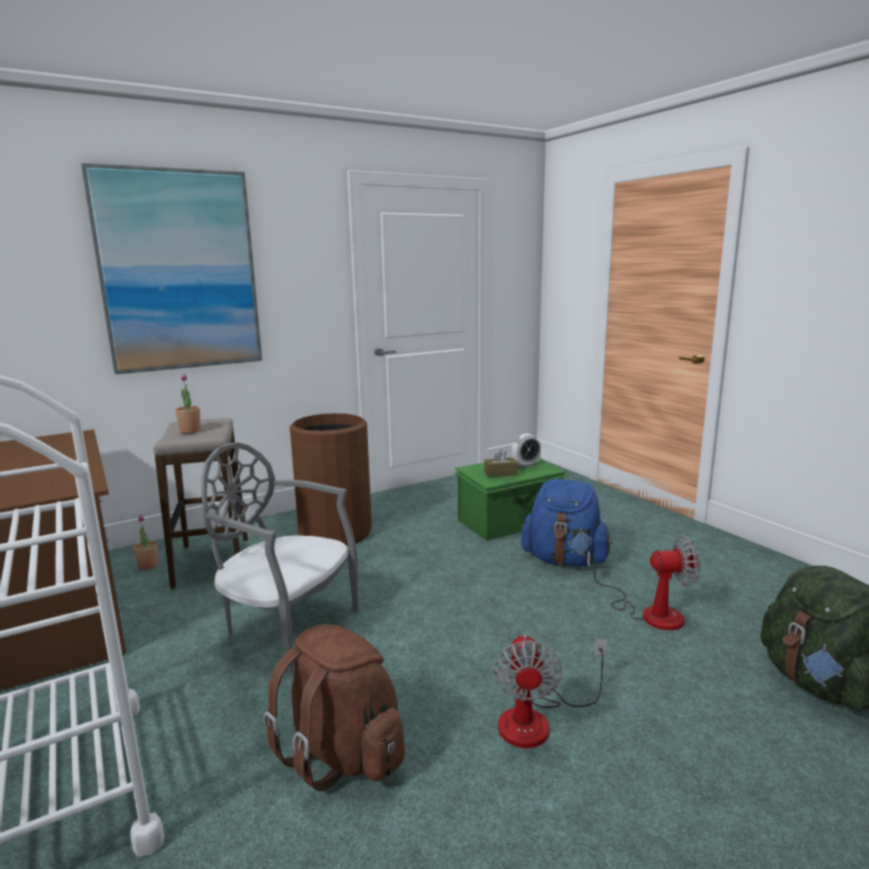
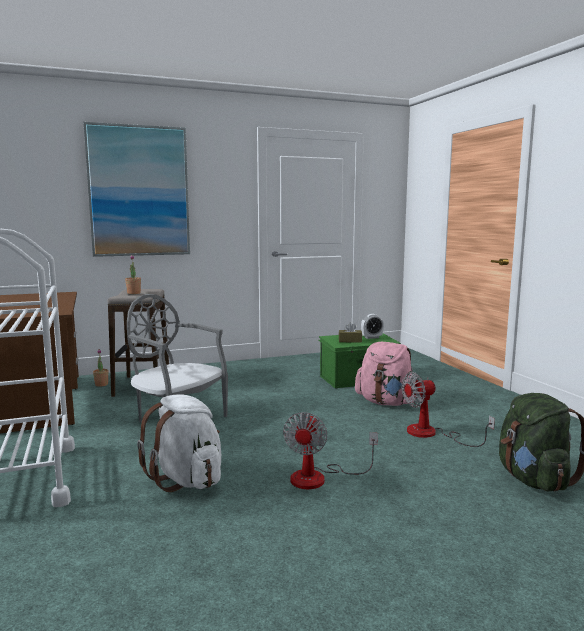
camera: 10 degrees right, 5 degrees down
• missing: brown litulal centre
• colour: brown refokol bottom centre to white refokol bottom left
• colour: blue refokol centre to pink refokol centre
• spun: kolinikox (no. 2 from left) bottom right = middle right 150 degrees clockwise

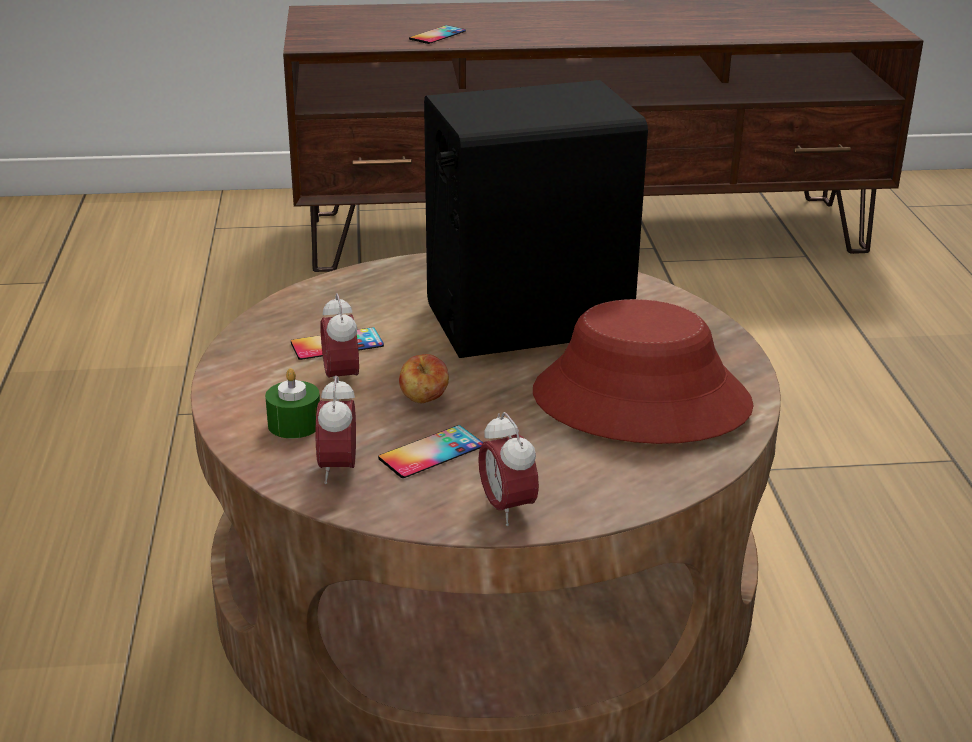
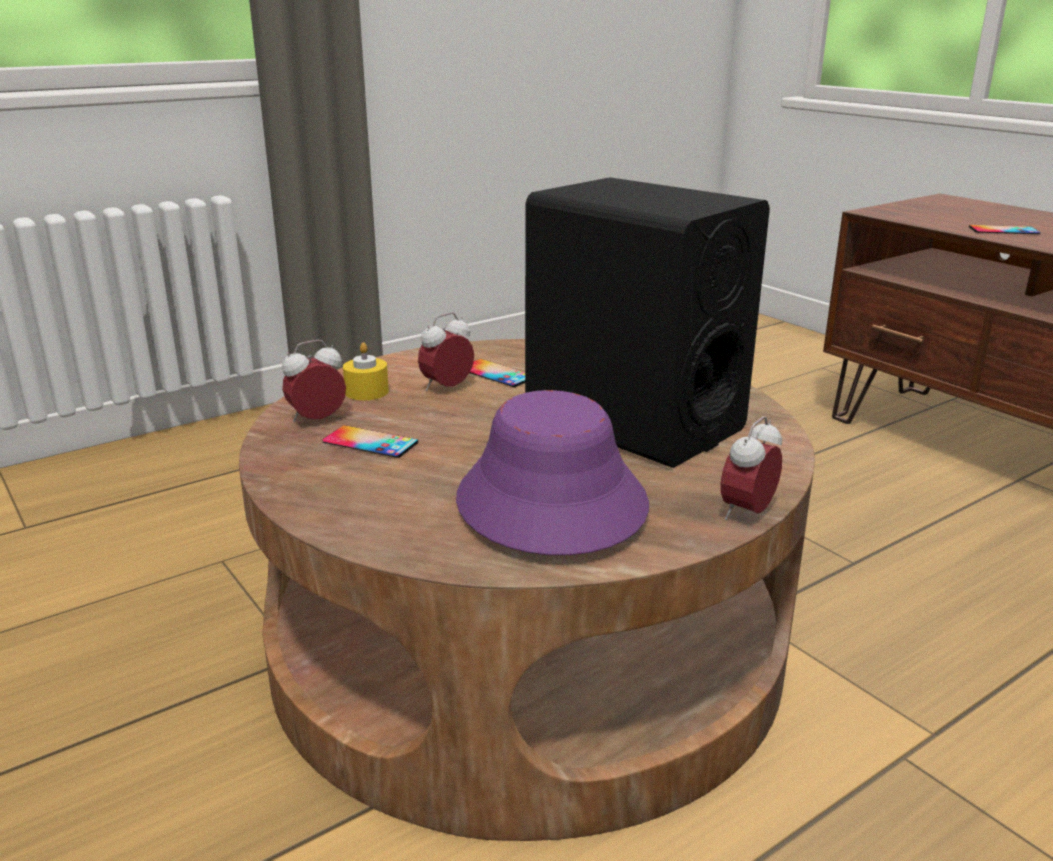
camera: 60 degrees right, 5 degrees down
• missing: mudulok centre
• relocated: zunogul (no. 3 from left) centre to middle right
• colour: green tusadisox middle left to yellow tusadisox centre
• colour: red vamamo centre to purple vamamo centre

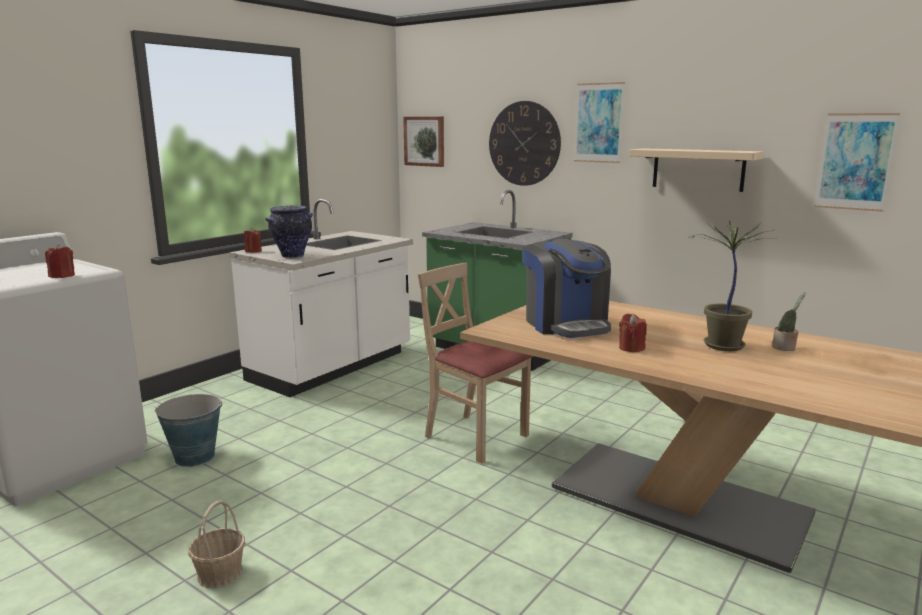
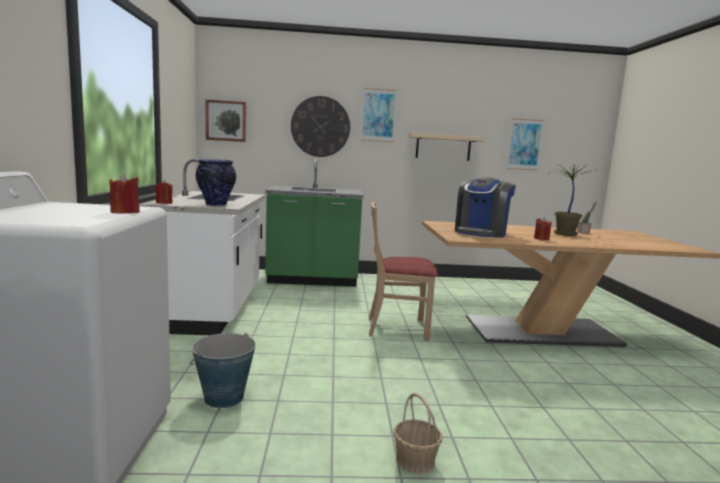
camera: 40 degrees left, 5 degrees down
• spun: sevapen centre = middle right 90 degrees clockwise

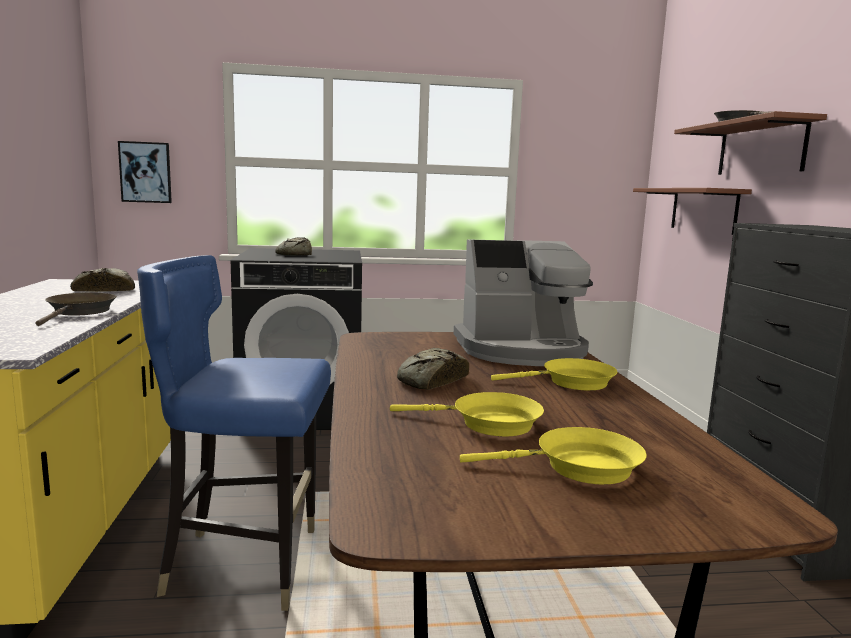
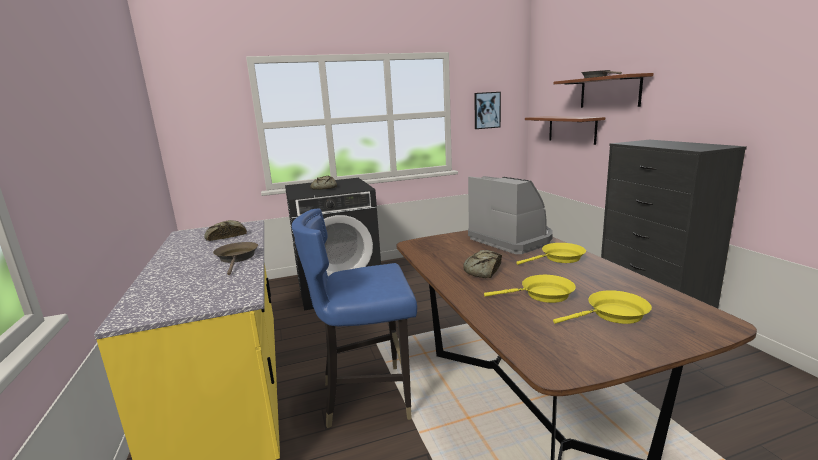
camera: 10 degrees left, 5 degrees up
• relocated: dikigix top left to top centre
• spun: sevapen centre = centre 105 degrees counterclockwise

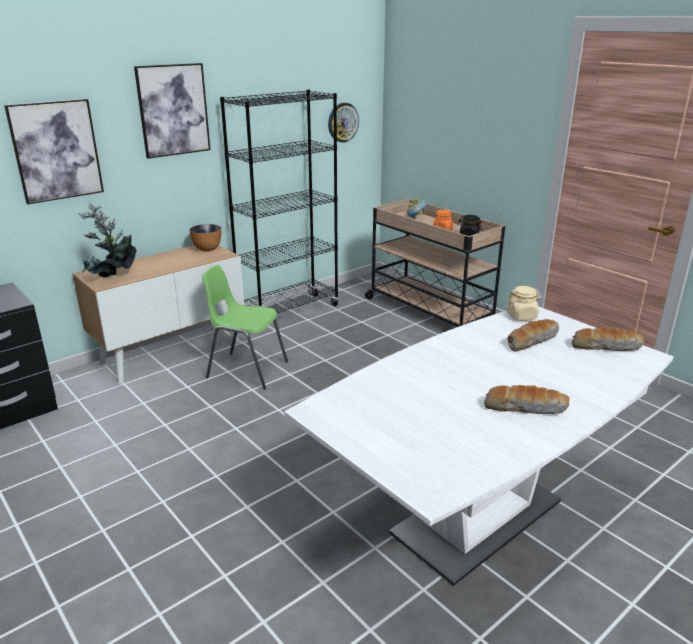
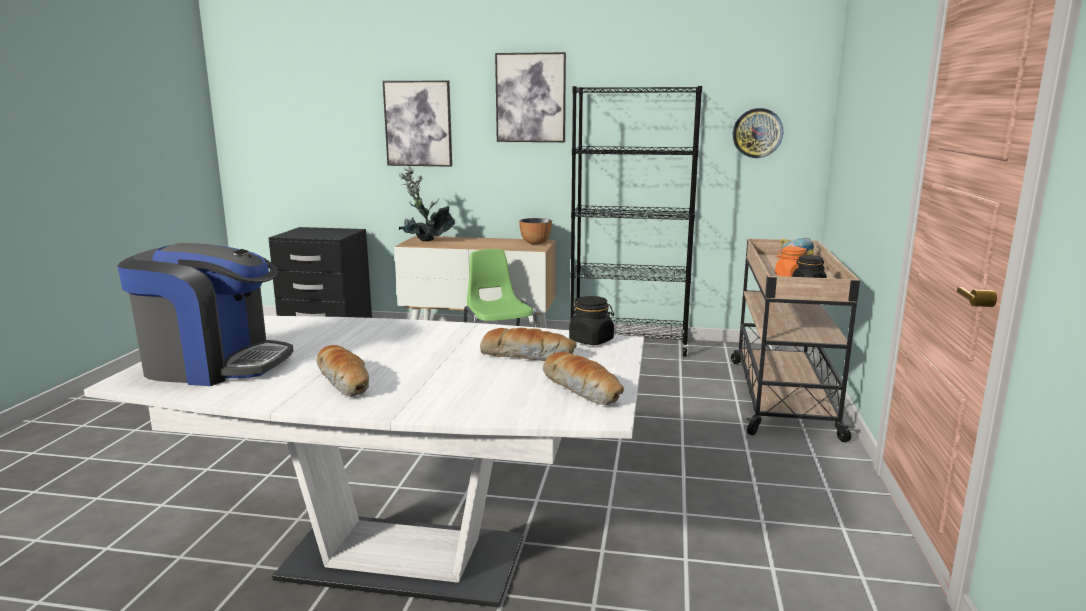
camera: 50 degrees right, 10 degrees down
• appeared: sevapen middle left
• colour: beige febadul middle right to black febadul (no. 1 from left) centre

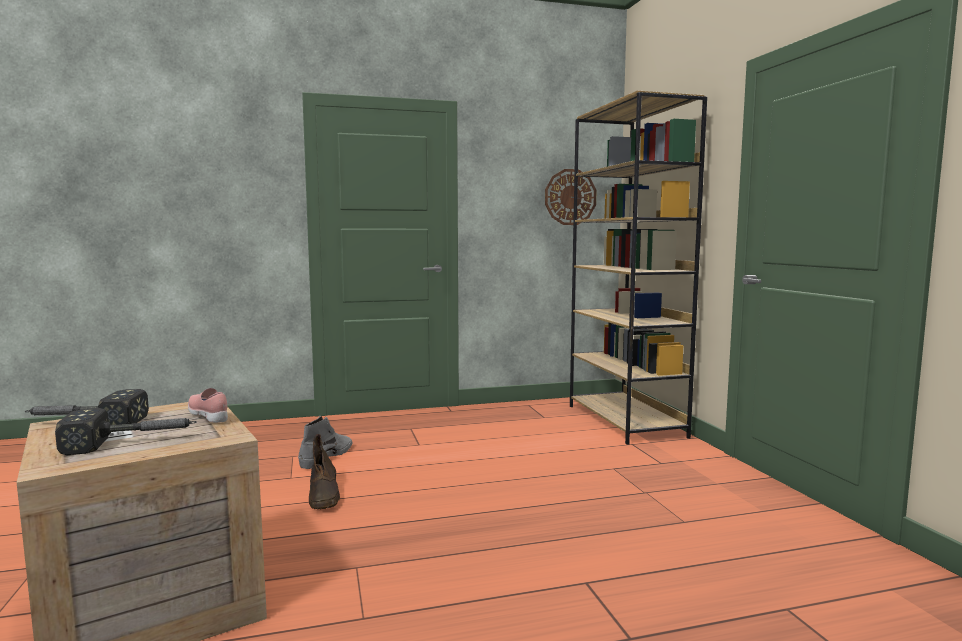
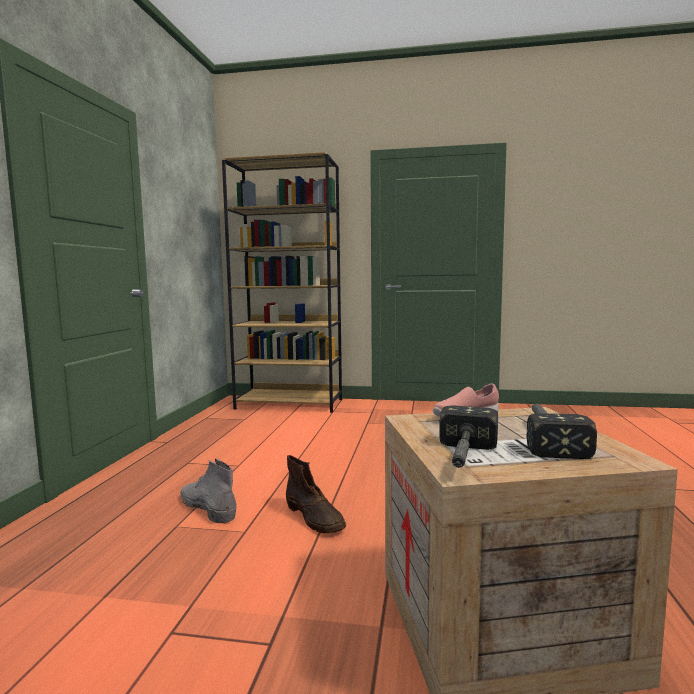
camera: 65 degrees left, 0 degrees up
• missing: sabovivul top centre
• spun: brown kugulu bottom centre = bottom centre 45 degrees clockwise

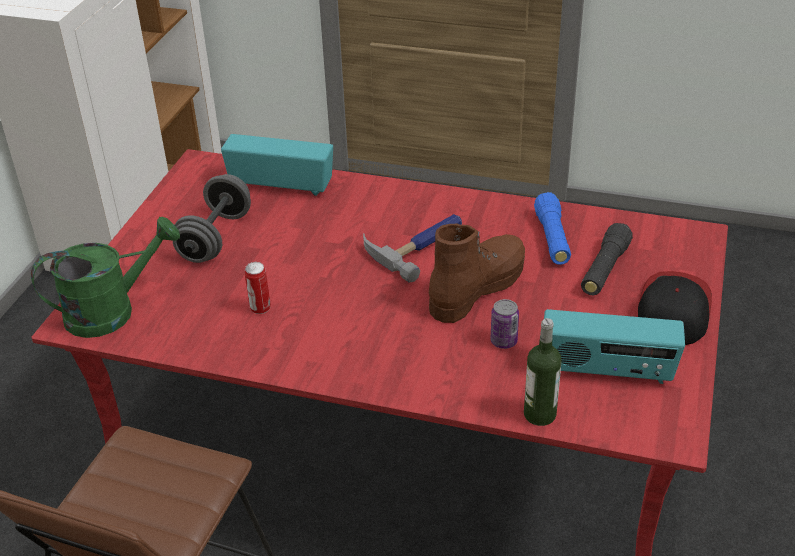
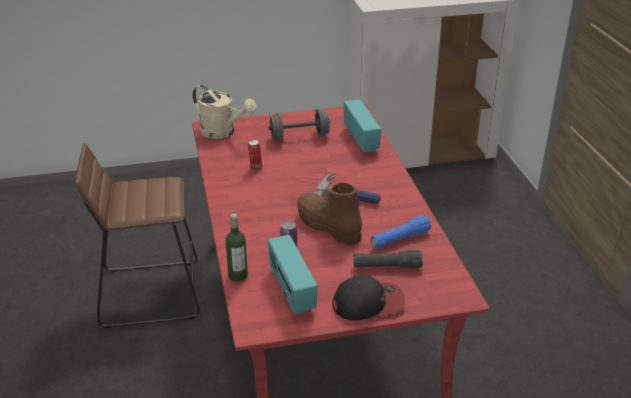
camera: 60 degrees right, 5 degrees down
• colour: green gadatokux middle left to beige gadatokux top centre
• spun: brown kugulu centre = centre 150 degrees counterclockwise

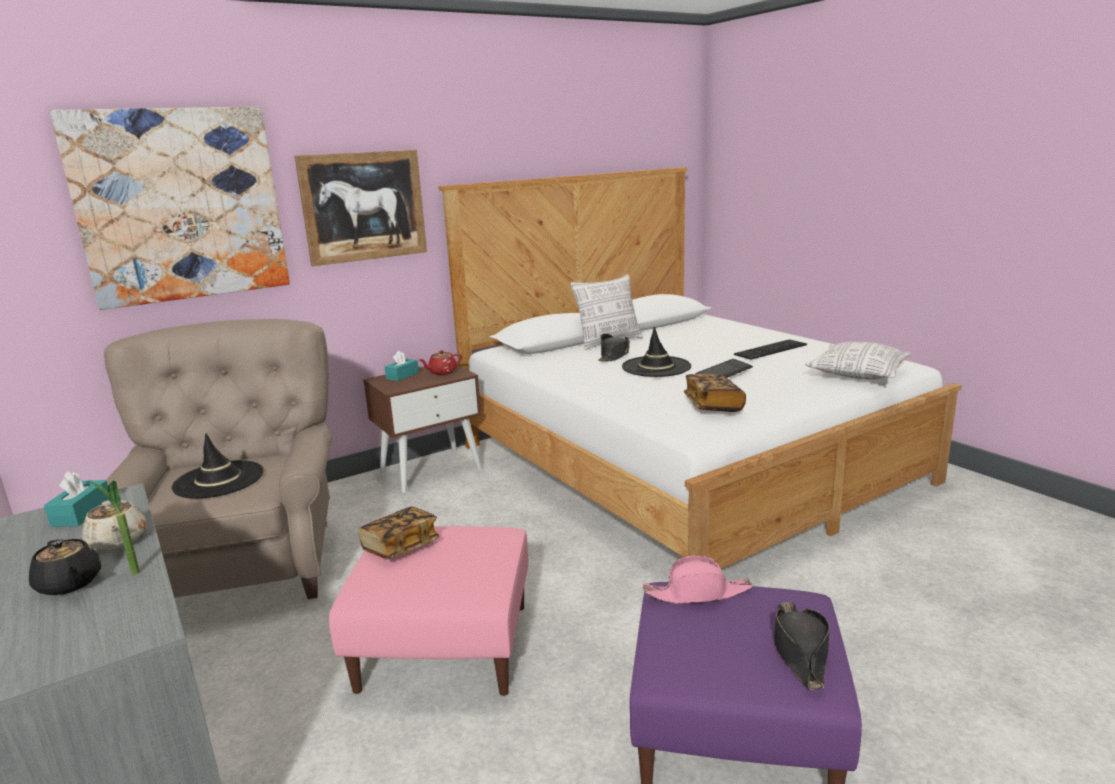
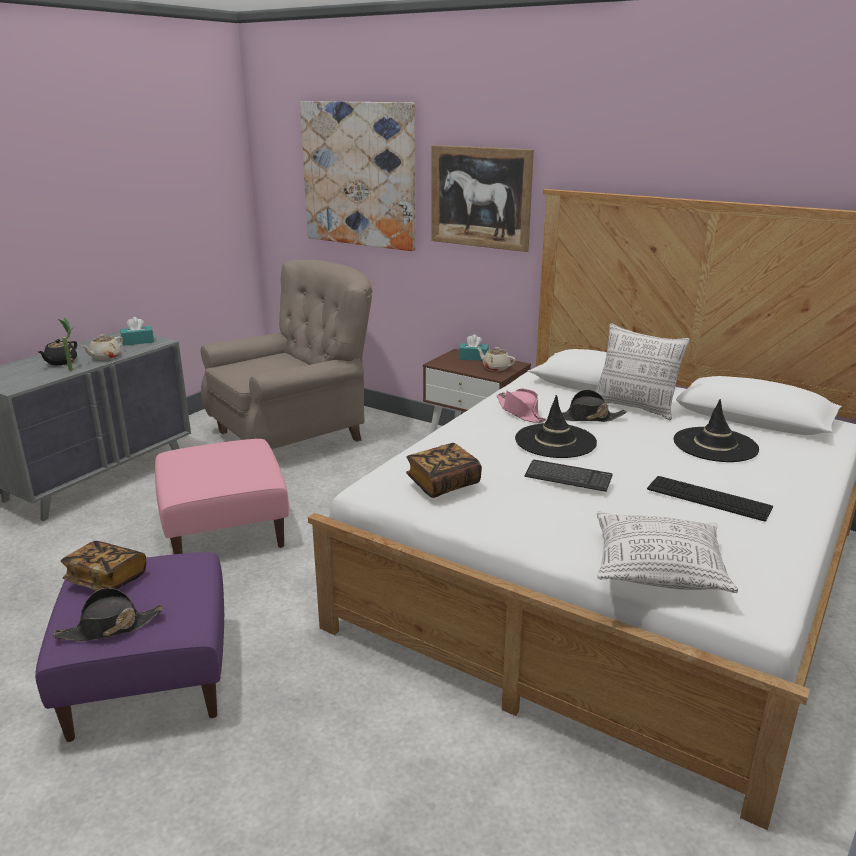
camera: 65 degrees right, 5 degrees up
• relocated: black vamamo (no. 1 from left in the first image) middle left to black vamamo (no. 4 from left) middle right
• relocated: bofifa (no. 1 from left) bottom centre to middle left
• relocated: pink vamamo bottom centre to centre
• colour: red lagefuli centre to beige lagefuli (no. 2 from left) centre

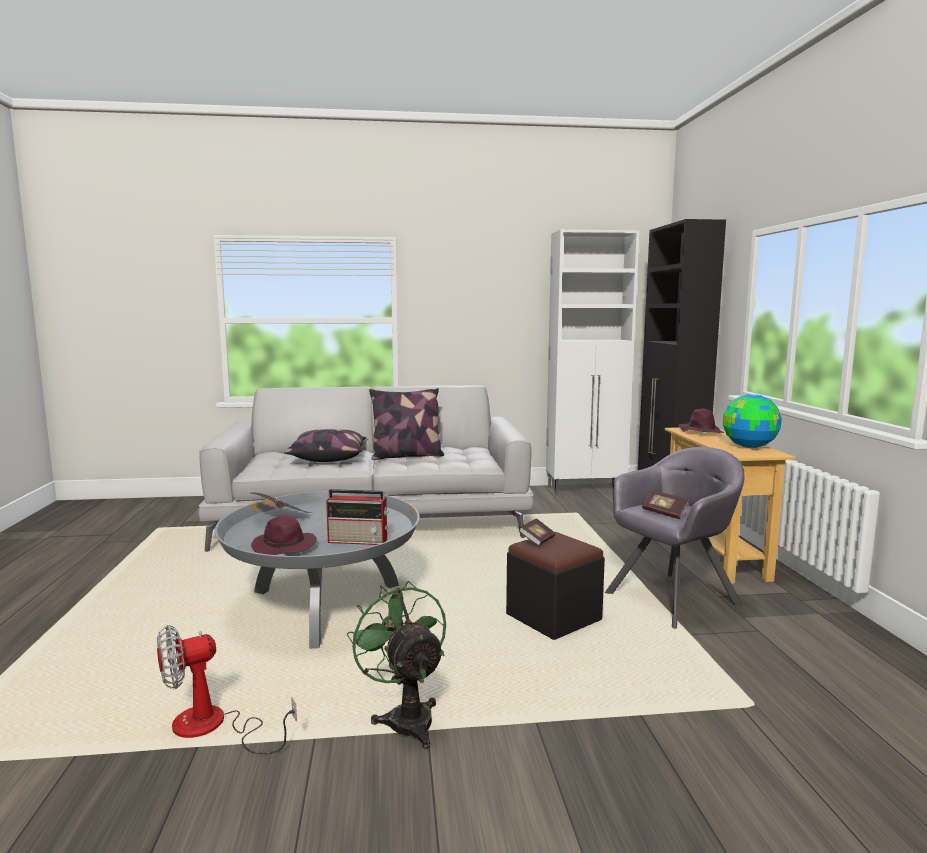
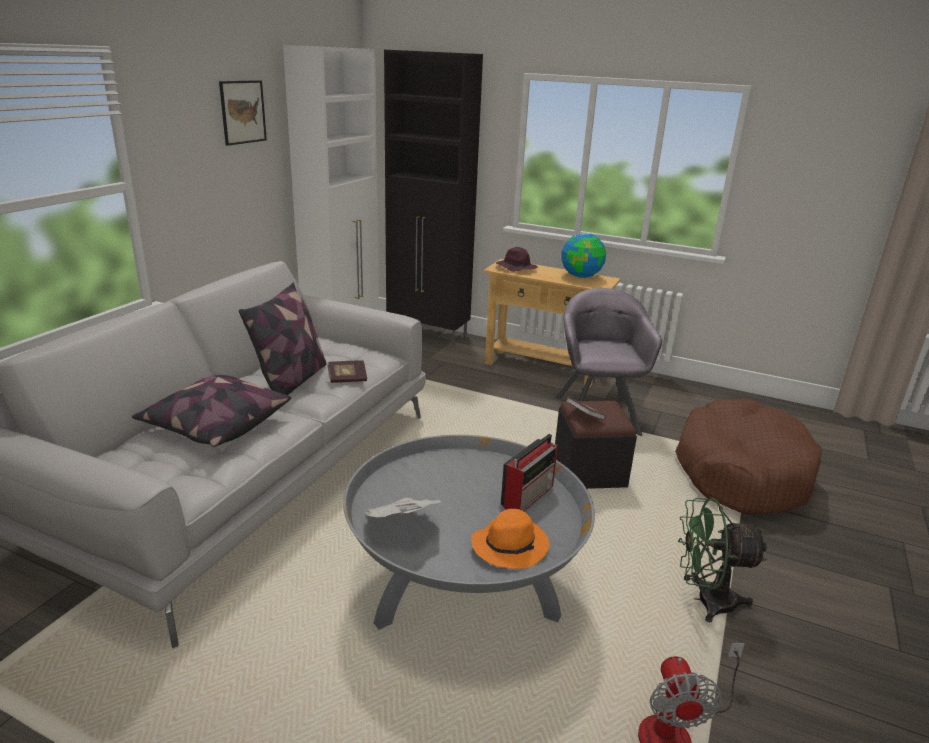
camera: 60 degrees left, 15 degrees up
• appeared: dikigix top left
• appeared: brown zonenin middle right
• relocated: bofifa (no. 2 from left in the first image) middle right to bofifa (no. 1 from left) centre
• colour: purple vamamo (no. 1 from left) middle left to orange vamamo bottom centre

